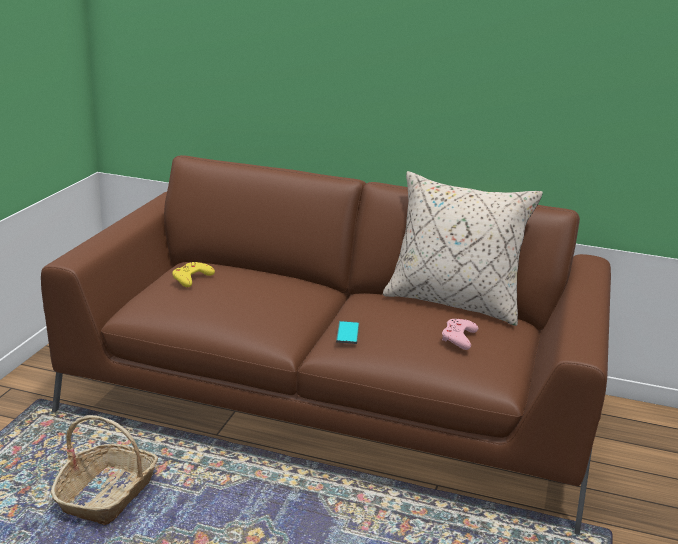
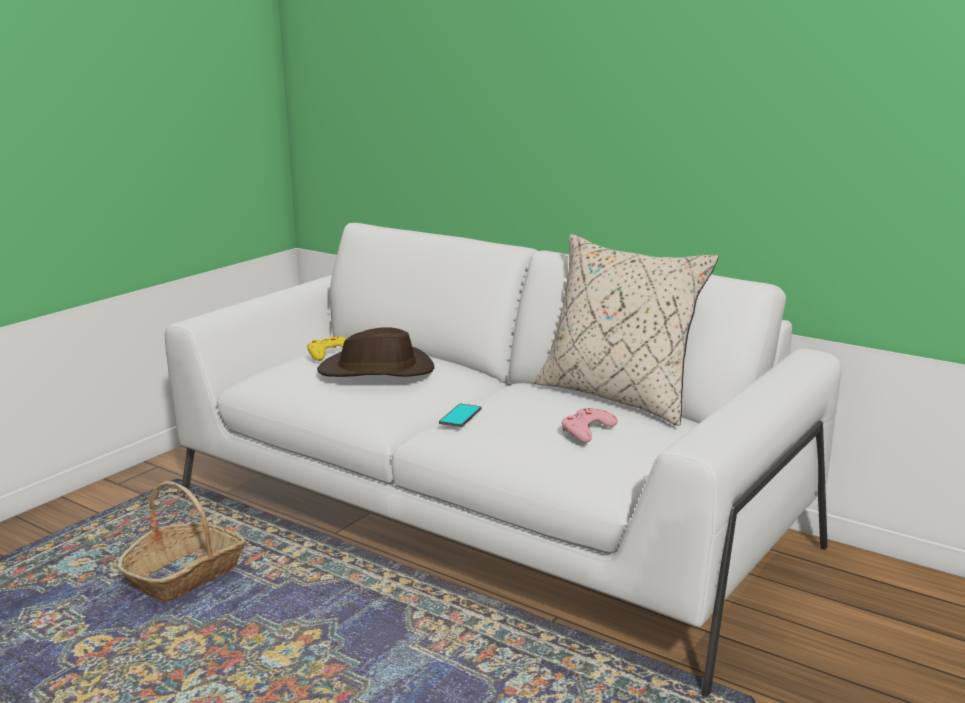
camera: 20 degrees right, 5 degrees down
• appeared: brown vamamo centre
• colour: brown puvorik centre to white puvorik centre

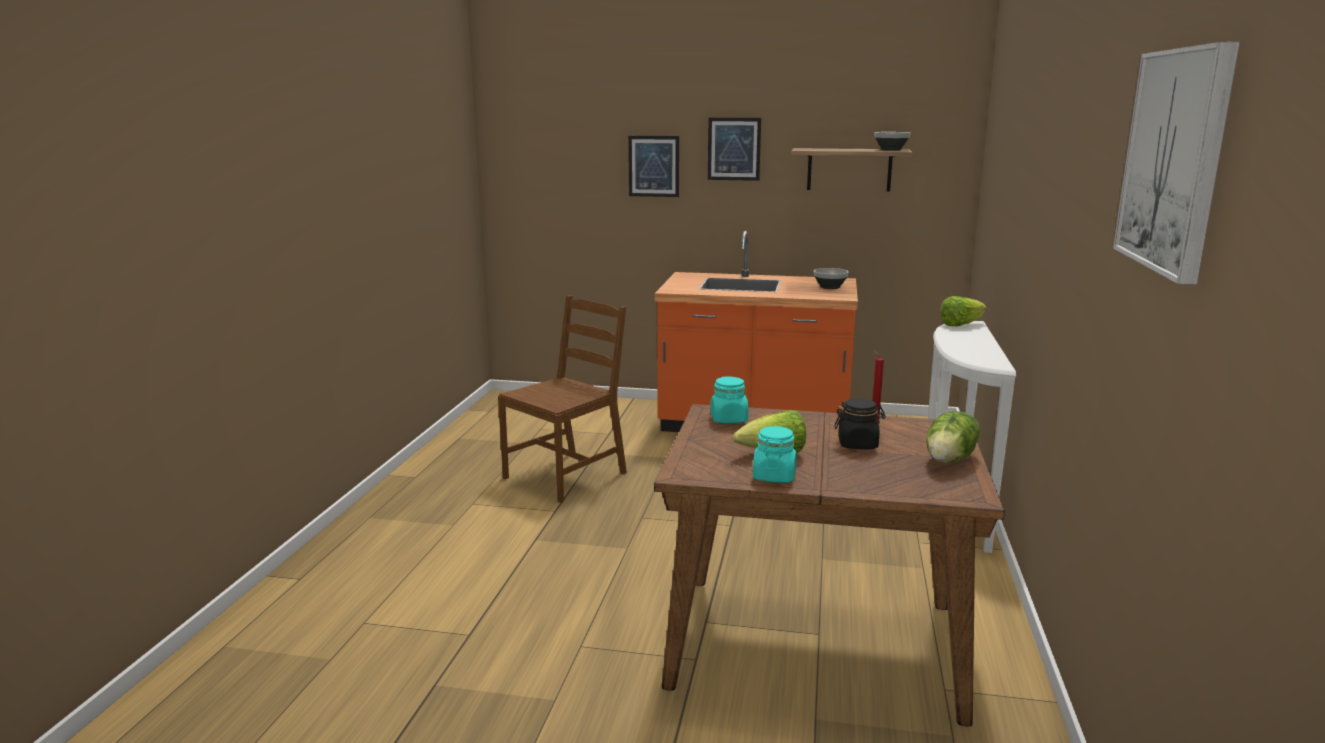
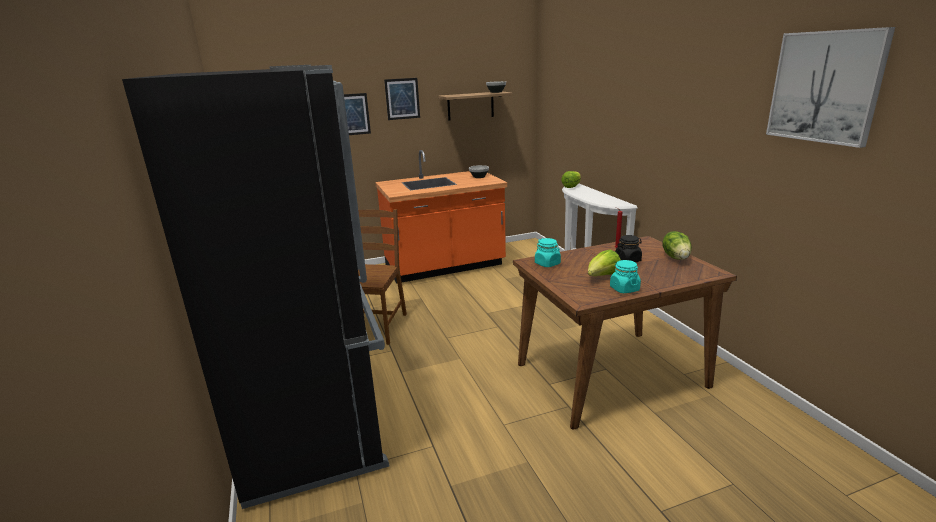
camera: 30 degrees left, 5 degrees up
• appeared: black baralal middle left

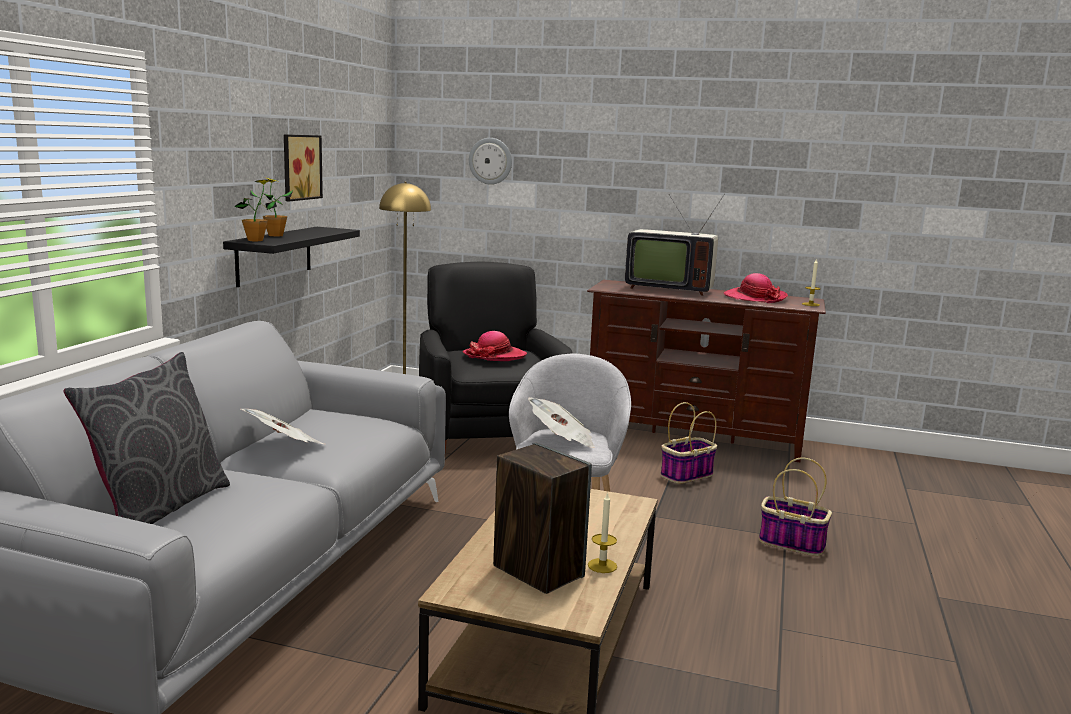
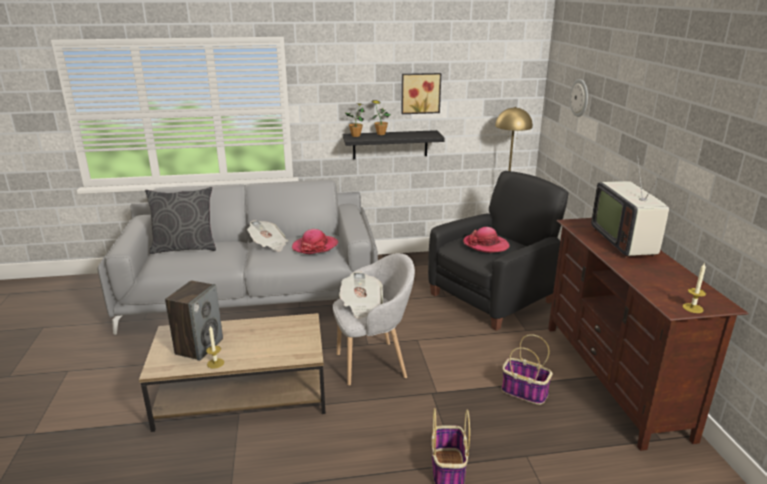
camera: 65 degrees right, 10 degrees up
• relocated: vamamo (no. 2 from left in the first image) middle right to vamamo (no. 1 from left) centre

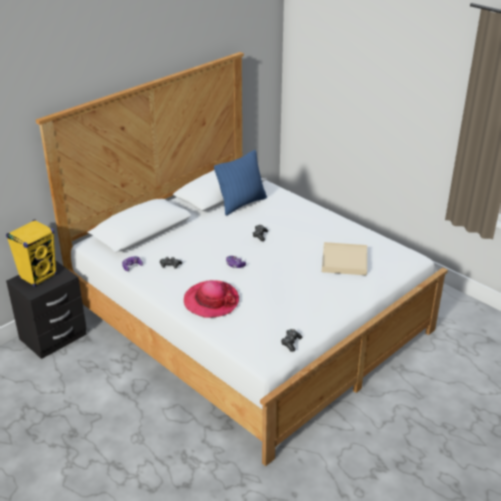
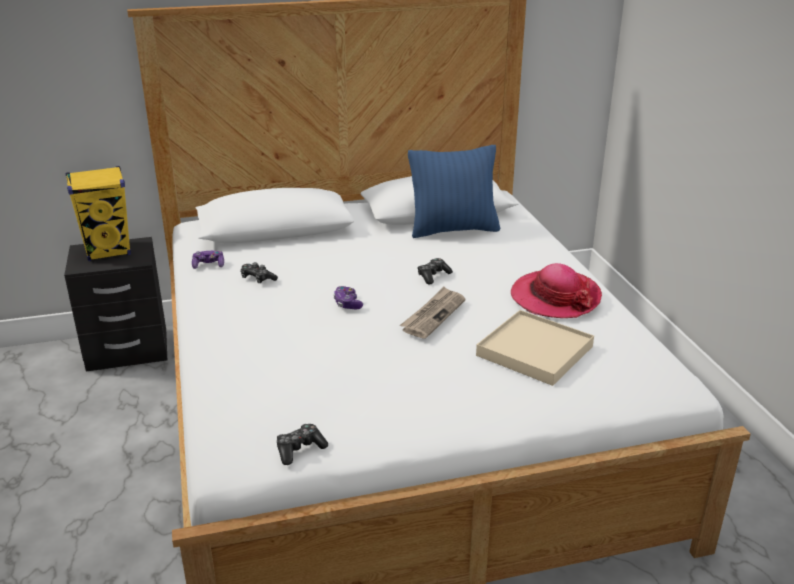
camera: 30 degrees right, 5 degrees down
• appeared: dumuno centre
• relocated: vamamo centre to middle right

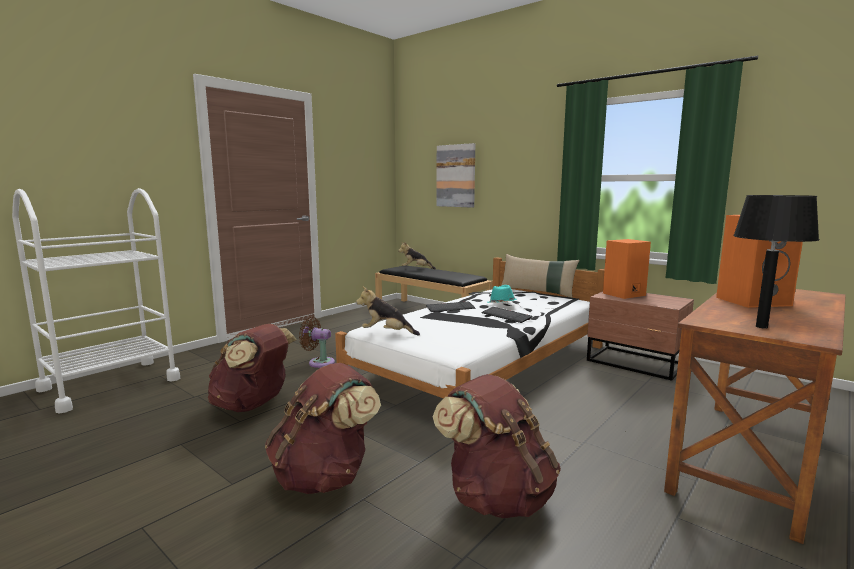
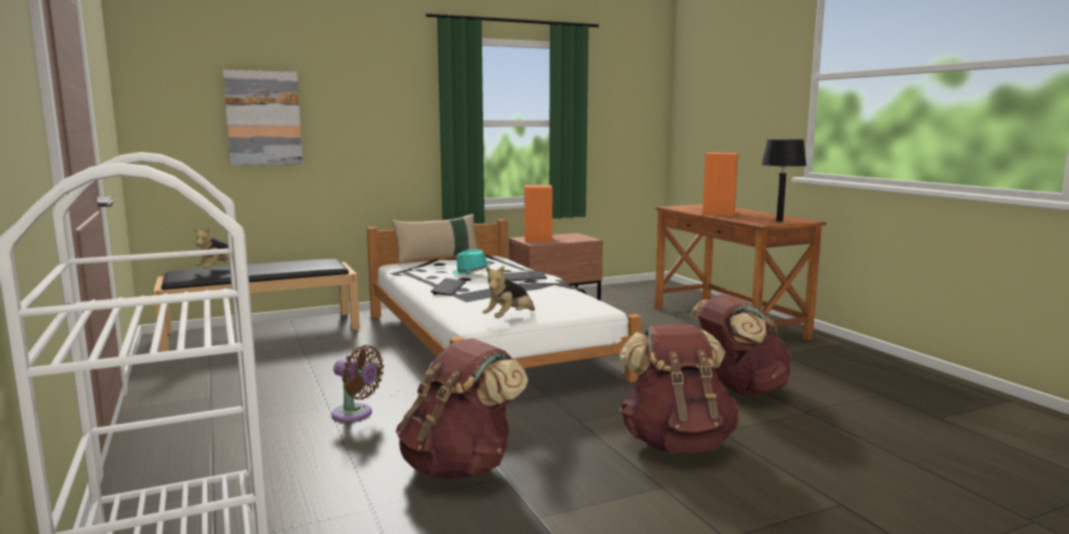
camera: 65 degrees left, 0 degrees up
• spun: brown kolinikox centre = bottom centre 105 degrees counterclockwise

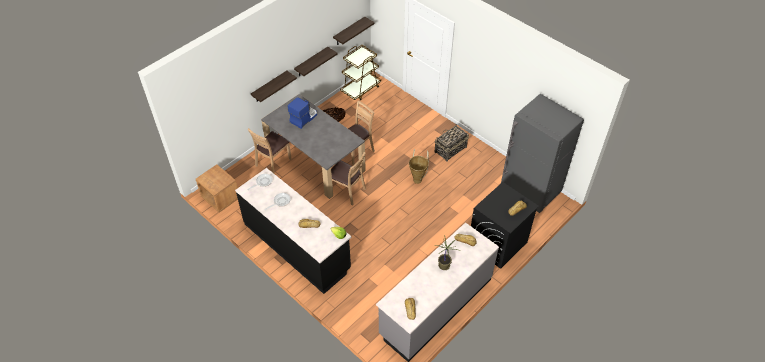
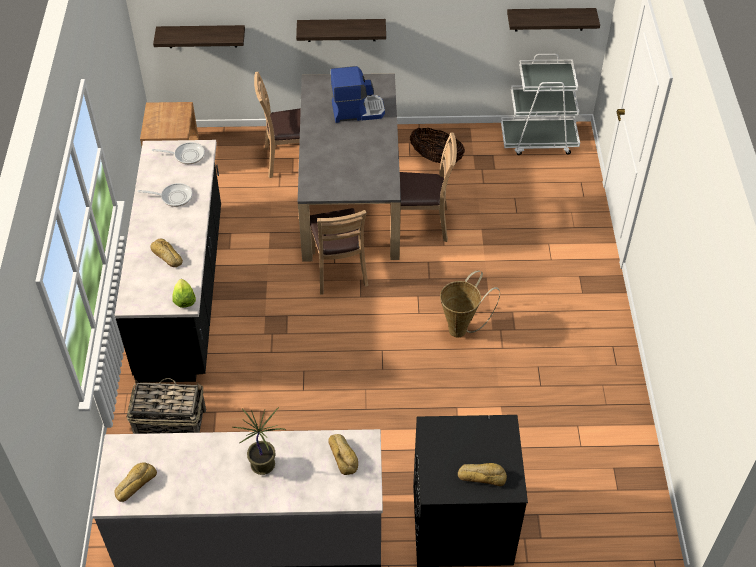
camera: 45 degrees right, 0 degrees up
• missing: grey baralal middle right
• relocated: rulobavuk (no. 2 from left in the first image) top centre to rulobavuk (no. 1 from left) top left
• relocated: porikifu (no. 3 from left in the first image) centre to porikifu (no. 1 from left) bottom left
• colour: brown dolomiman top centre to white dolomiman top right

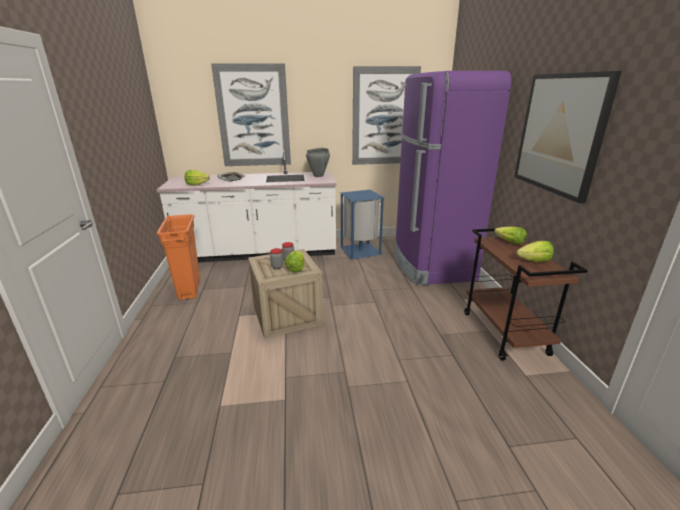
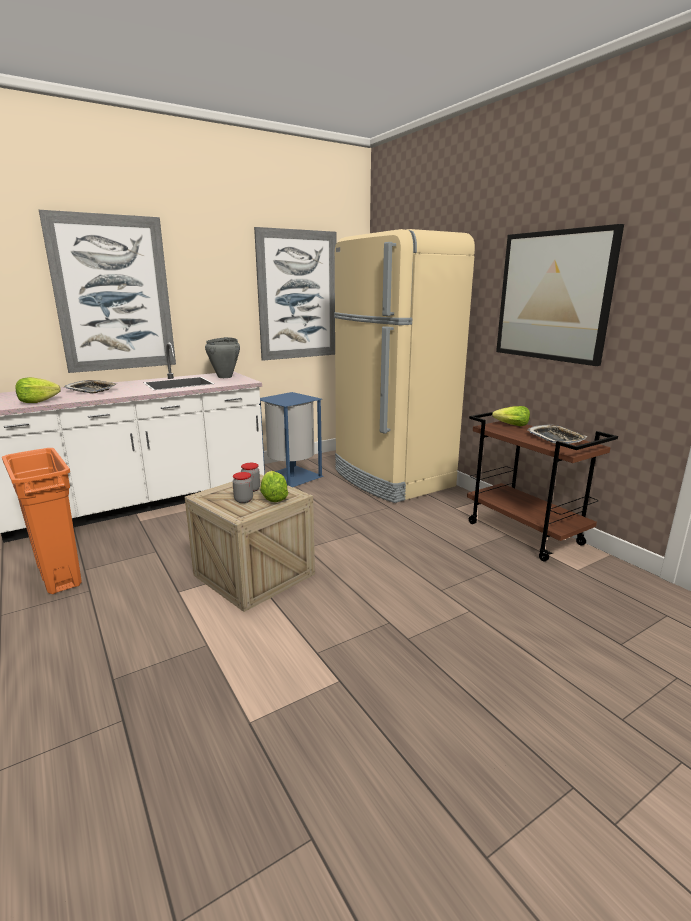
camera: 25 degrees left, 5 degrees down
• exchanged: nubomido (no. 4 from left) middle right to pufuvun (no. 2 from left) middle right
• colour: purple baralal centre to beige baralal centre

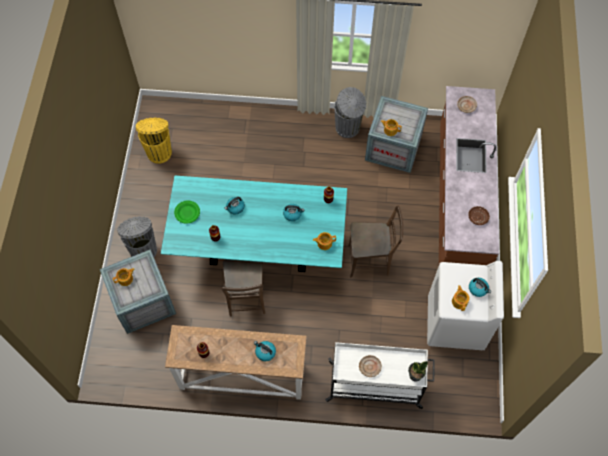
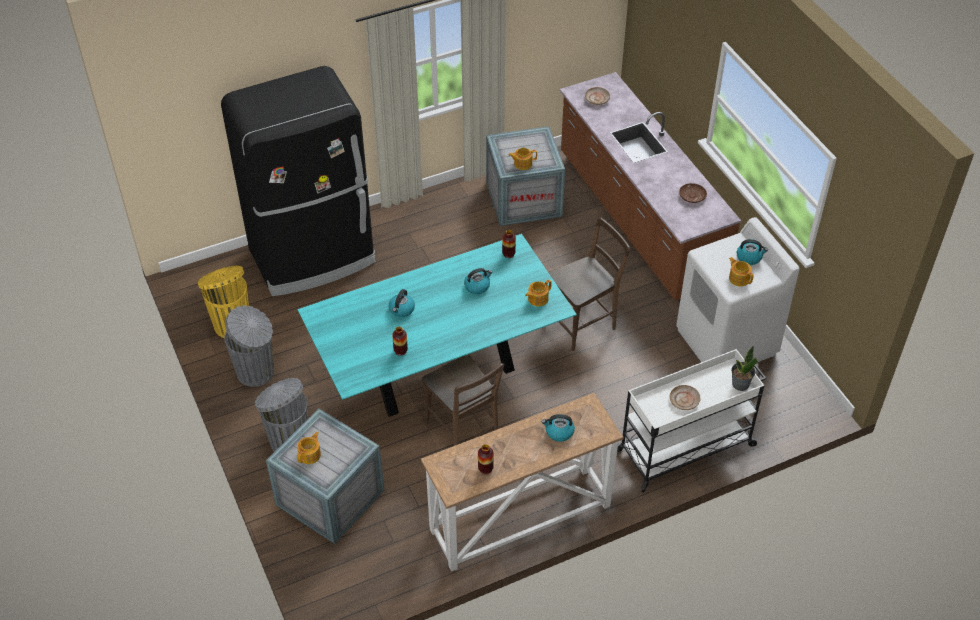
camera: 30 degrees left, 15 degrees down
• missing: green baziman middle left
• appeared: black baralal top left
• relocated: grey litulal (no. 2 from left in the first image) top centre to grey litulal (no. 1 from left) middle left

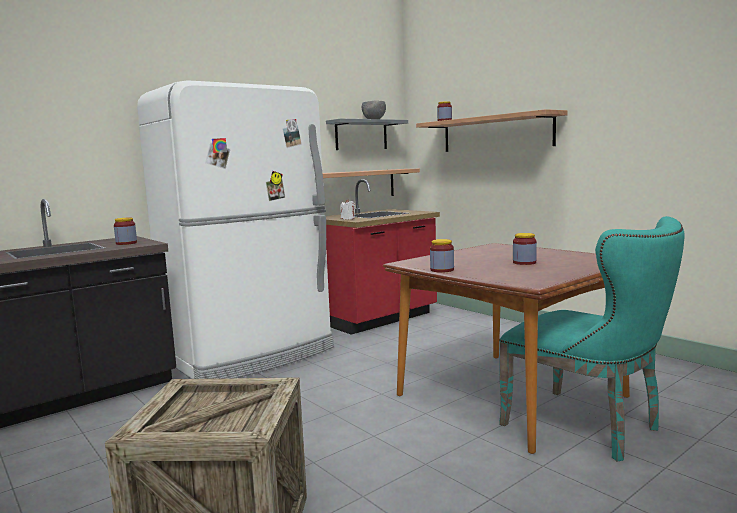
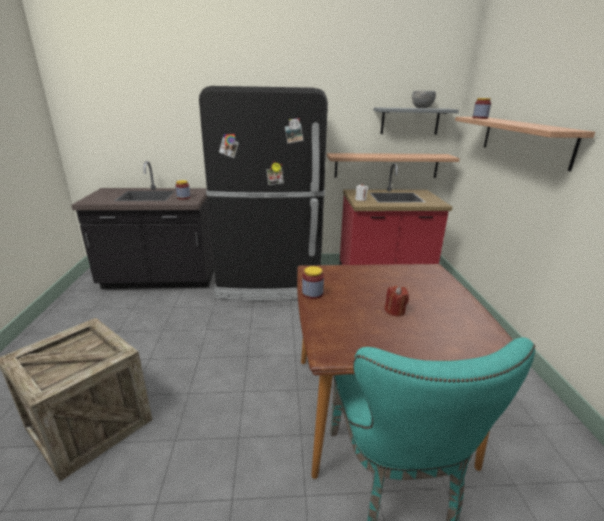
camera: 35 degrees right, 15 degrees up
• exchanged: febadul (no. 4 from left) middle right to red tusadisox centre
• colour: white baralal middle left to black baralal centre

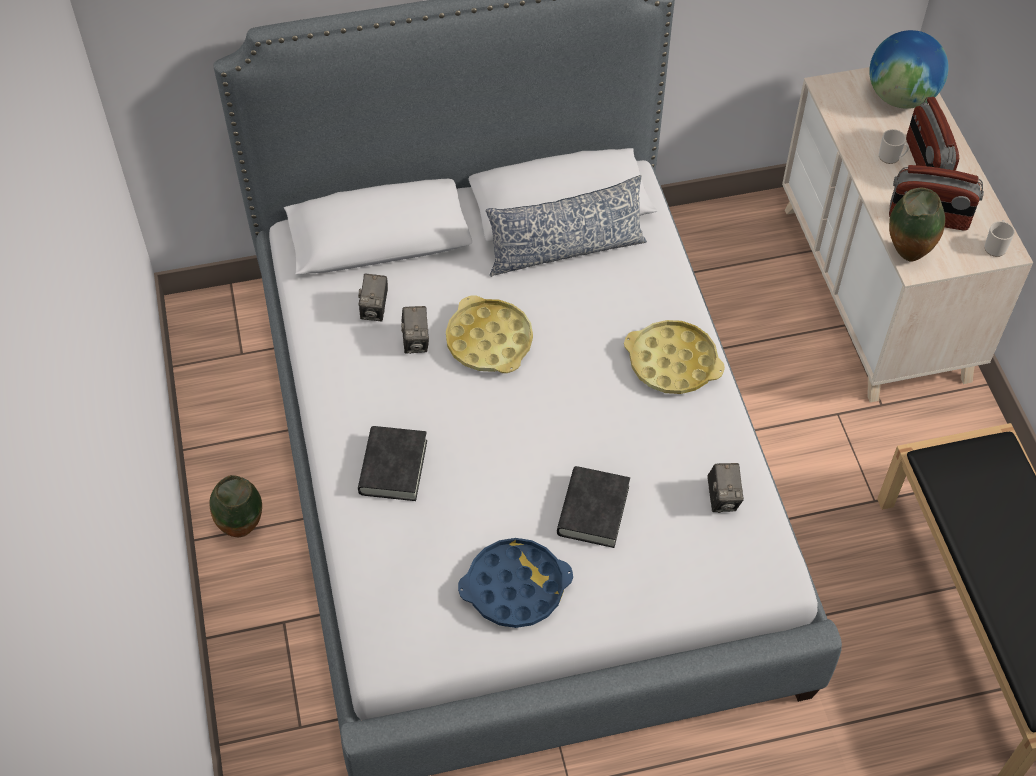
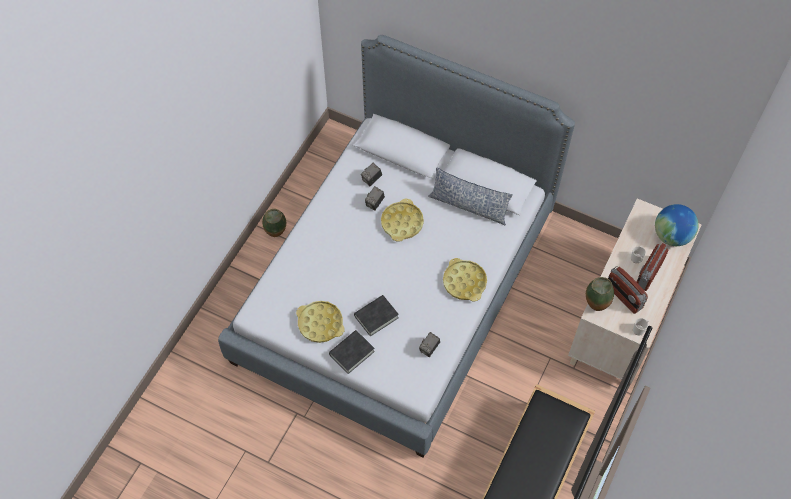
camera: 40 degrees right, 5 degrees up
• relocated: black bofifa (no. 1 from left) centre to bottom centre
• colour: blue pufuvun bottom centre to yellow pufuvun (no. 1 from left) centre

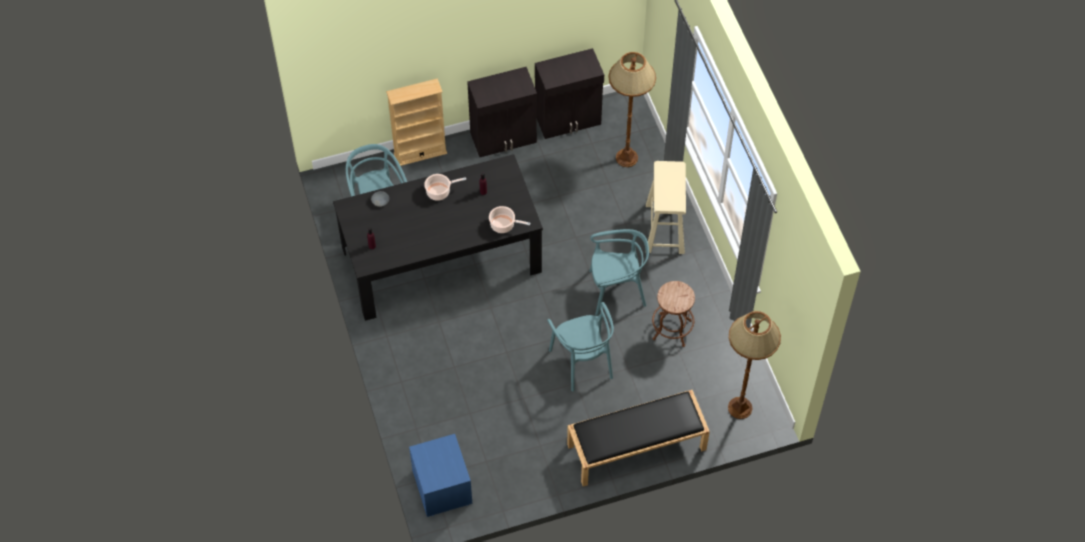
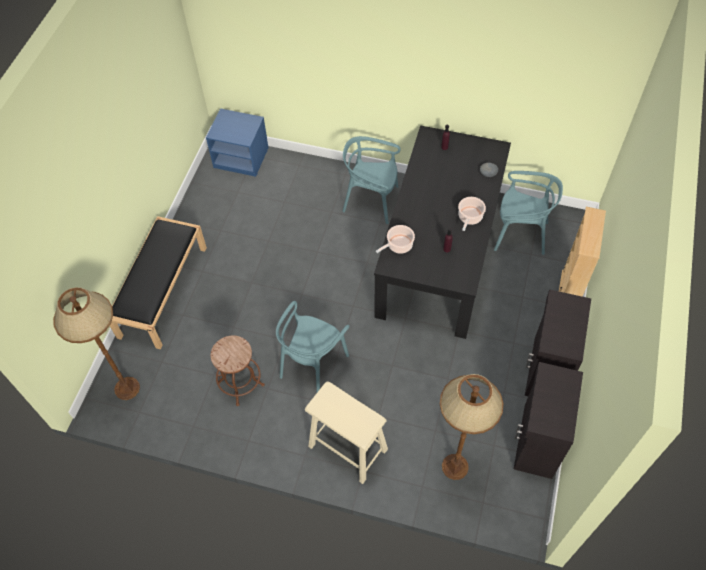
camera: 125 degrees right, 0 degrees up
• relocated: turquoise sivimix (no. 2 from left) centre to top centre

